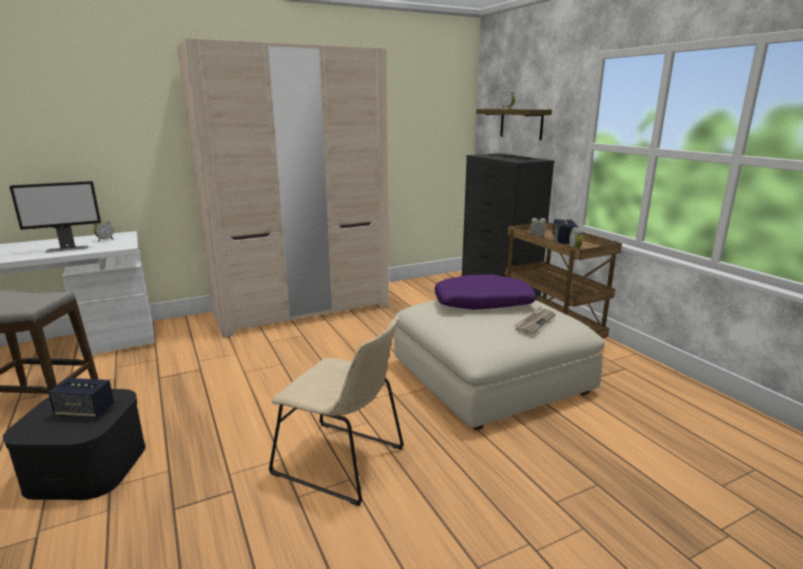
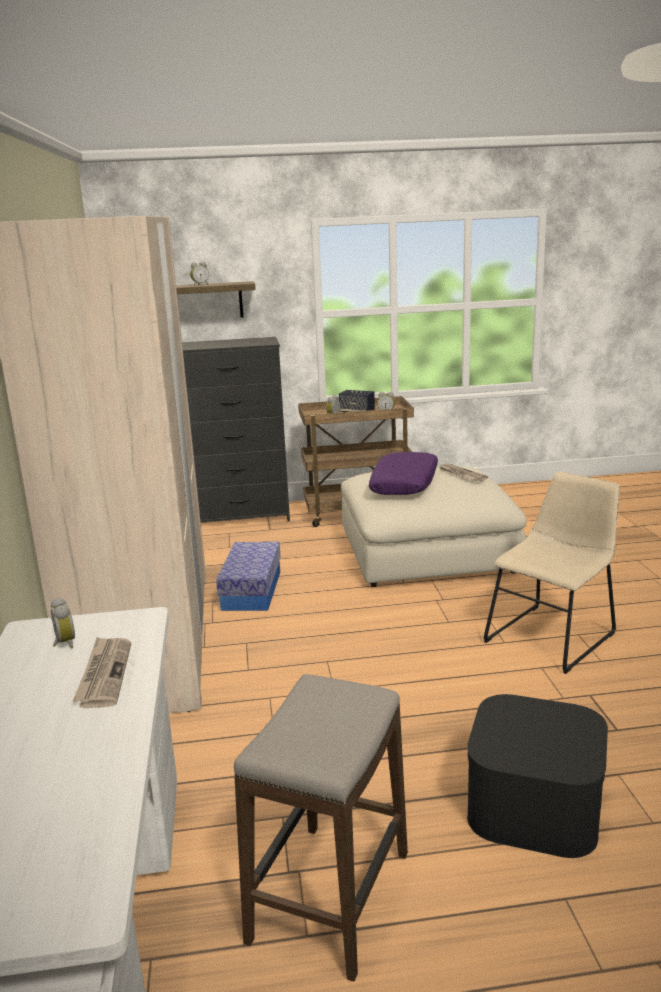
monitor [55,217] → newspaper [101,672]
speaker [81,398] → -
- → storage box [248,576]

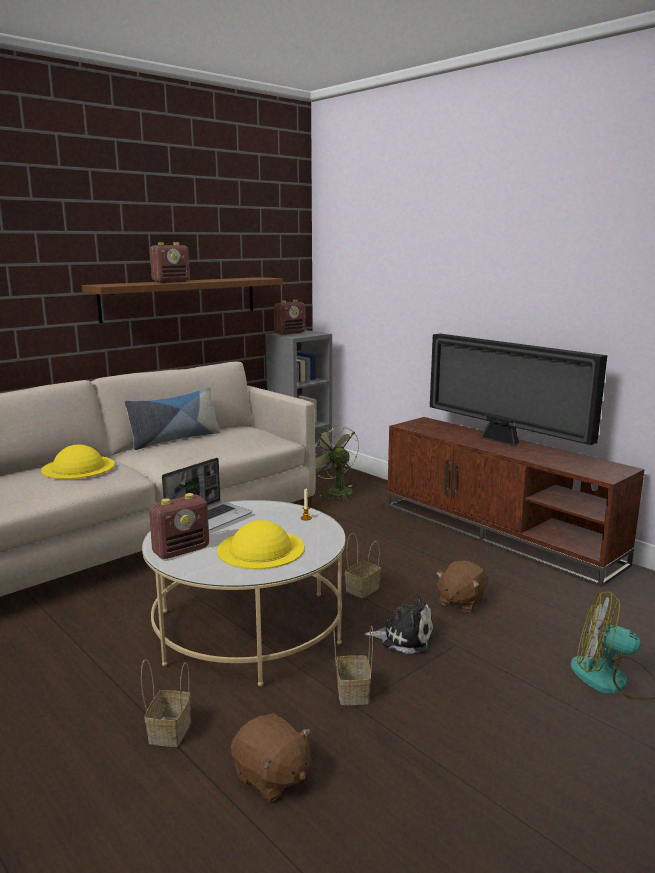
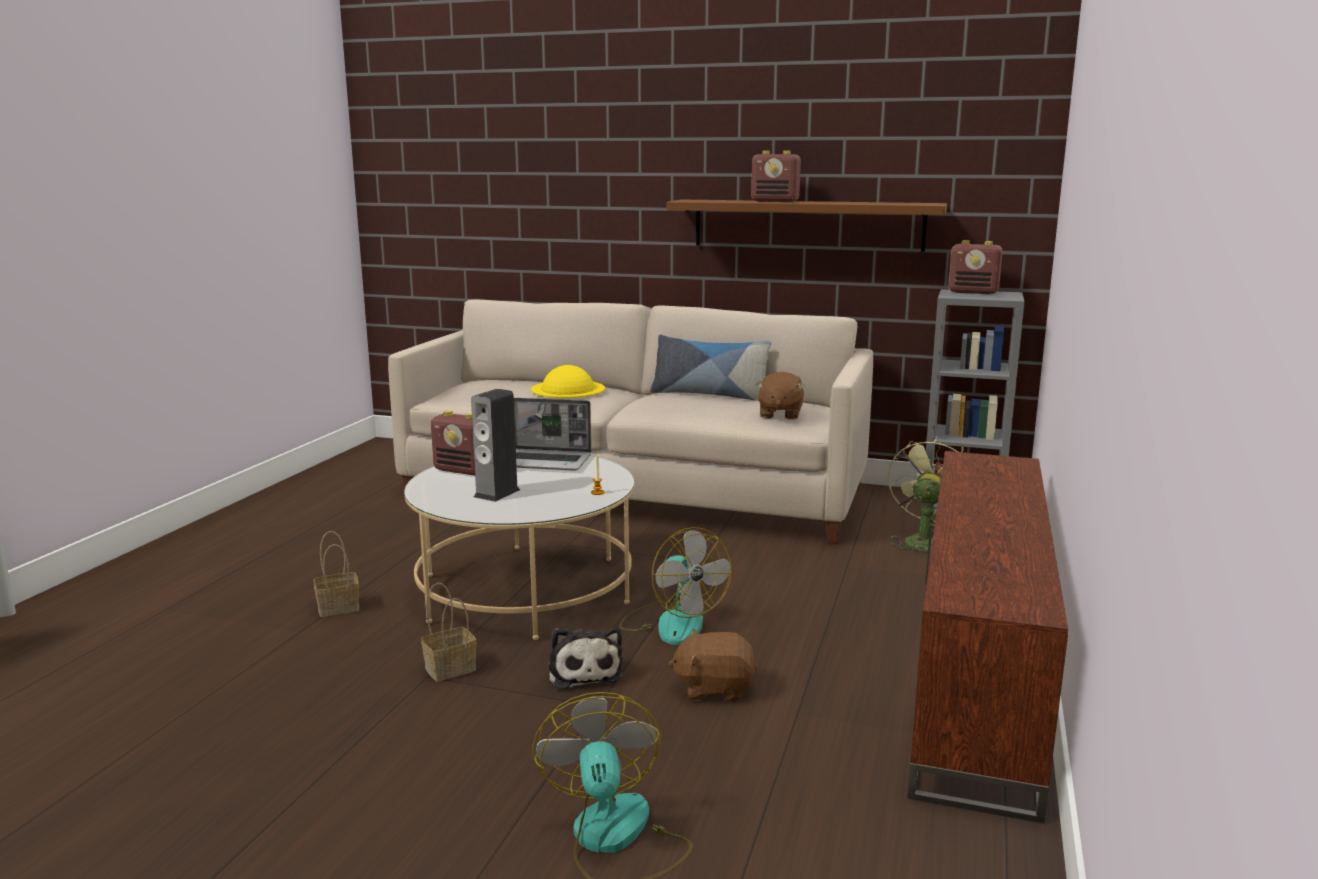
television [518,390] → -
hat (yellow) [260,544] → speaker [495,445]
basket [363,565] → fan [675,586]
plush toy (brown) [271,758] → plush toy (brown) [780,396], shifted

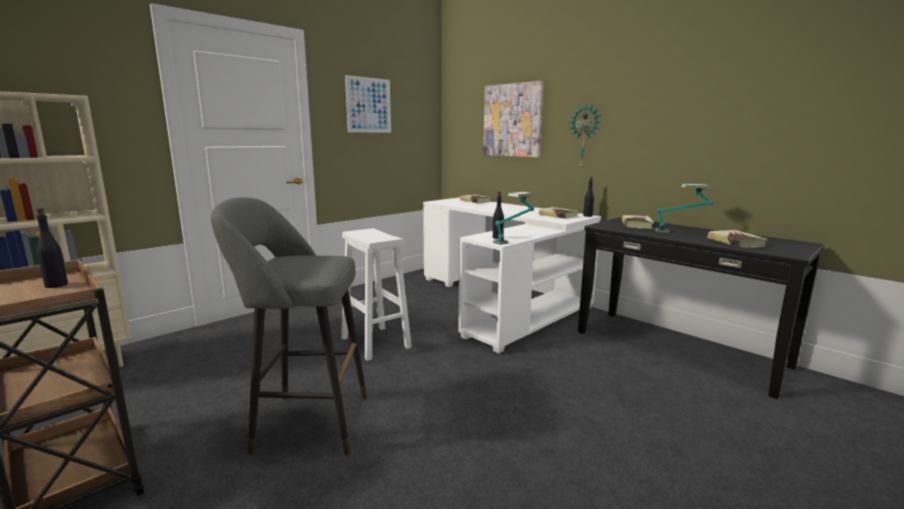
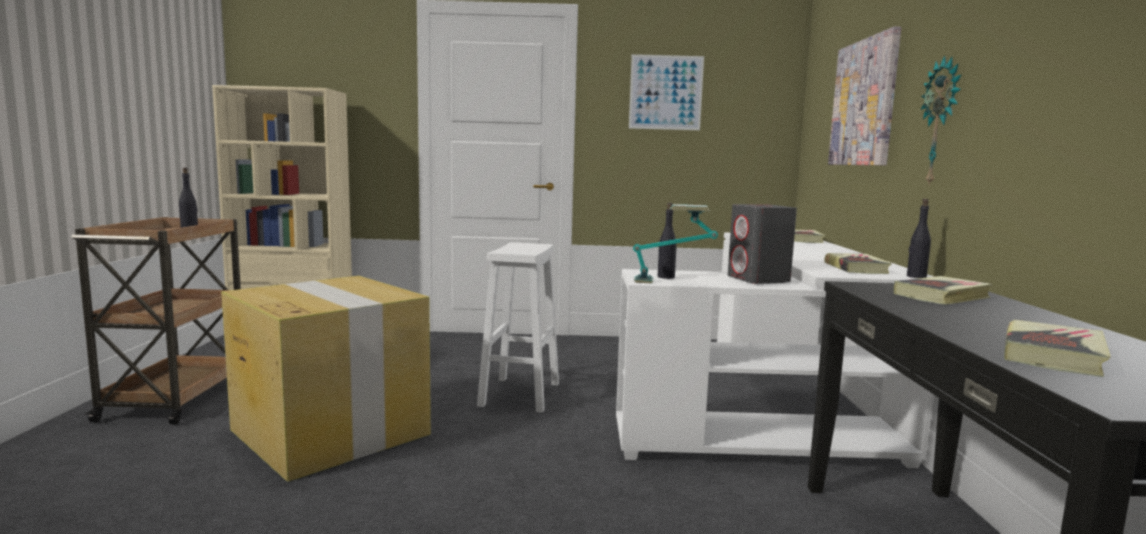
table lamp [684,208] → -
stool (grey) [289,326] → cardboard box [326,379]
- → speaker (grey) [762,244]

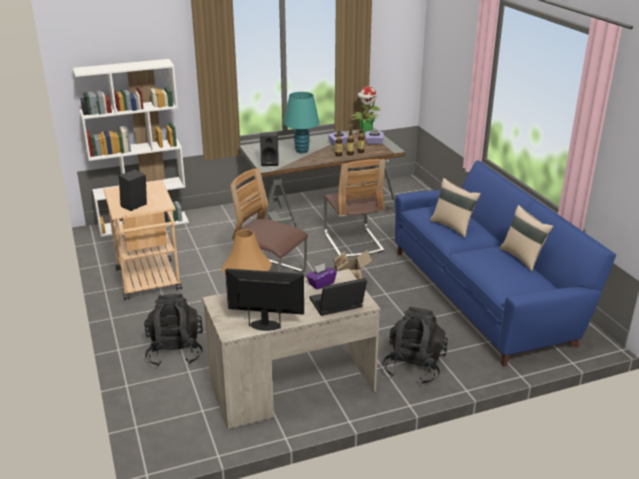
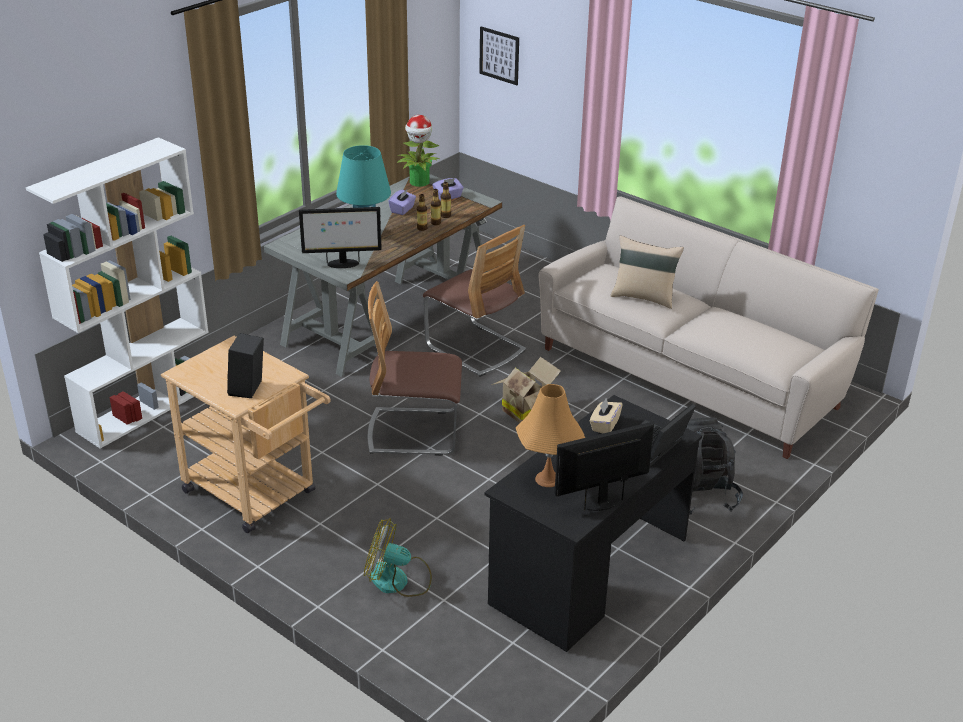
speaker (black) [269,149] → monitor [340,237]
sofa (blue) [505,263] → sofa (beige) [709,327]
pillow (beige) [527,238] → -
tissue box (purple) [321,276] → tissue box (beige) [606,415]
desk (beige) [291,349] → desk (black) [593,523]
backpack (black) [173,330] → fan [398,557]
- → picture [499,55]

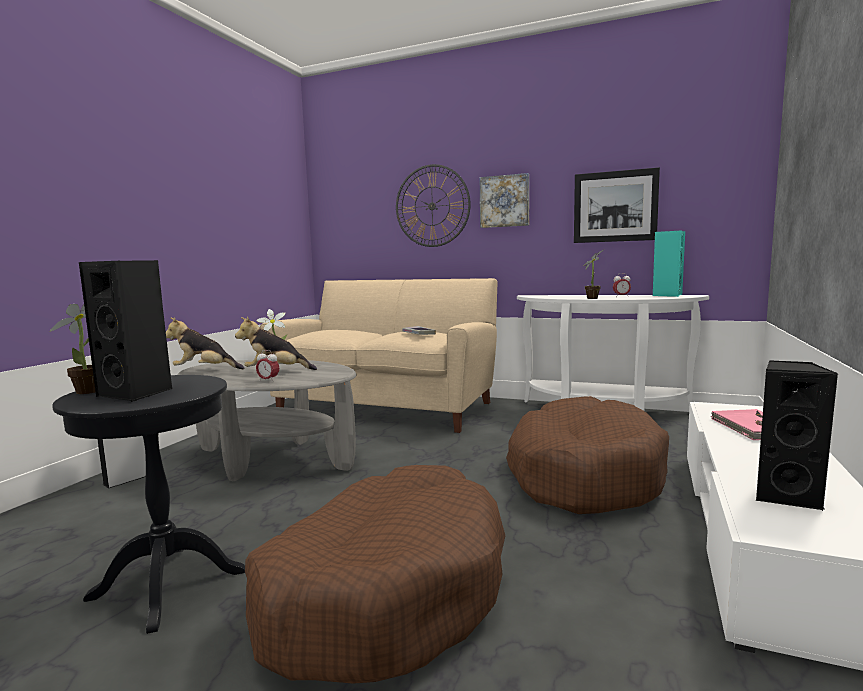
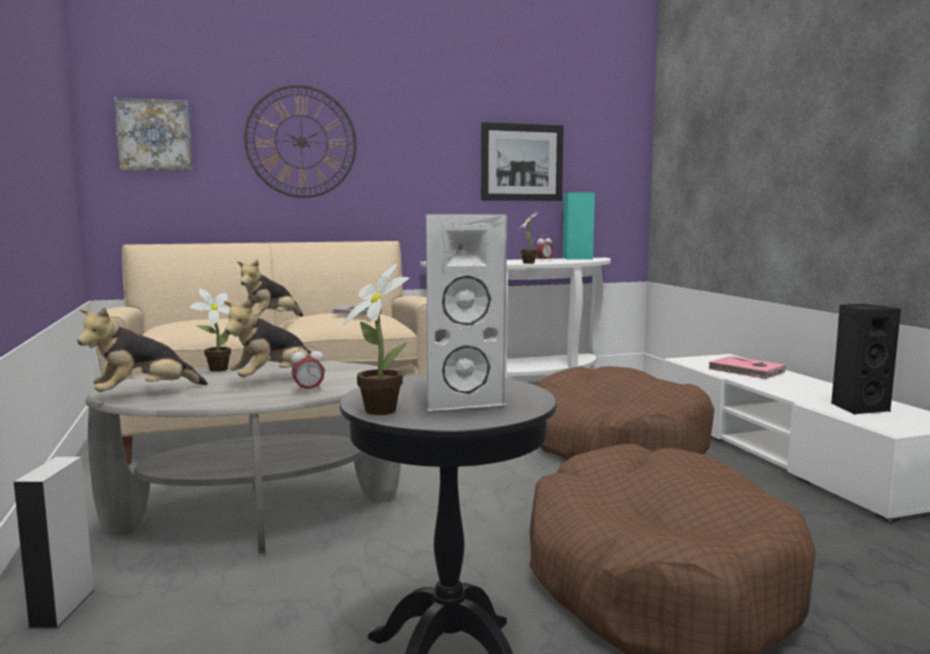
picture [504,200] → picture [153,134], shifted
speaker (black) [125,331] → speaker (white) [466,312]
- → plush toy [270,288]

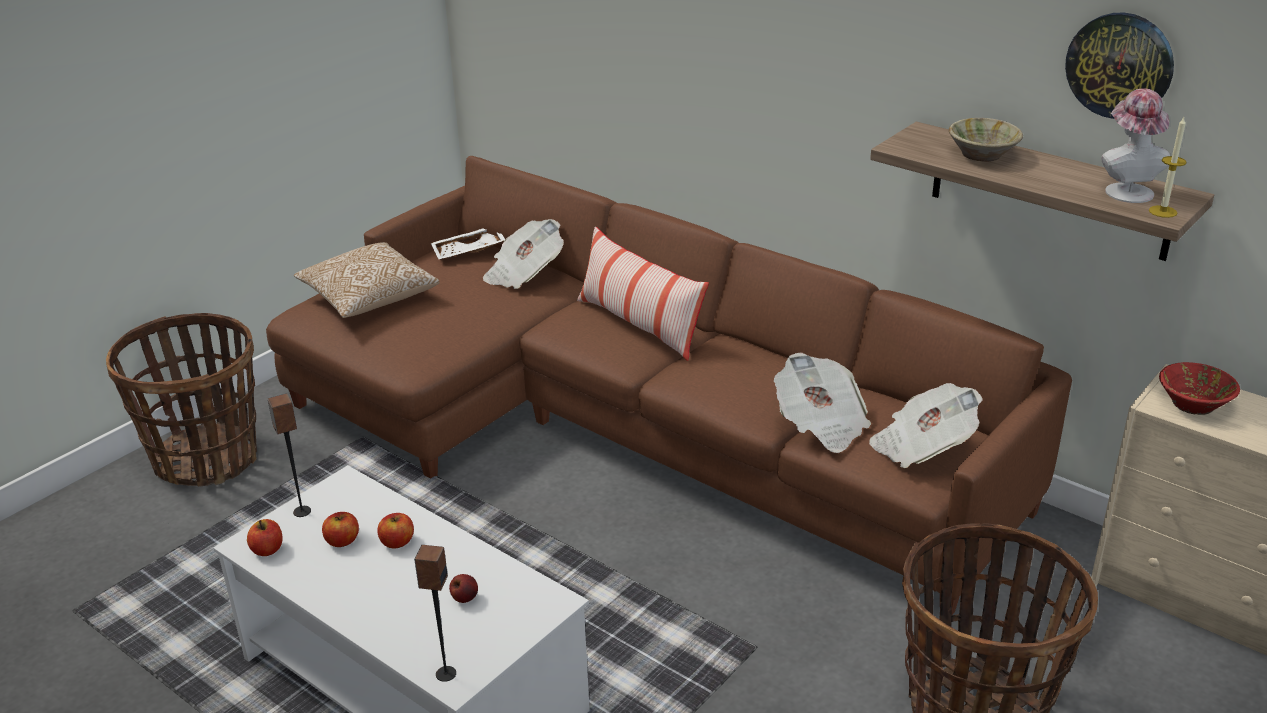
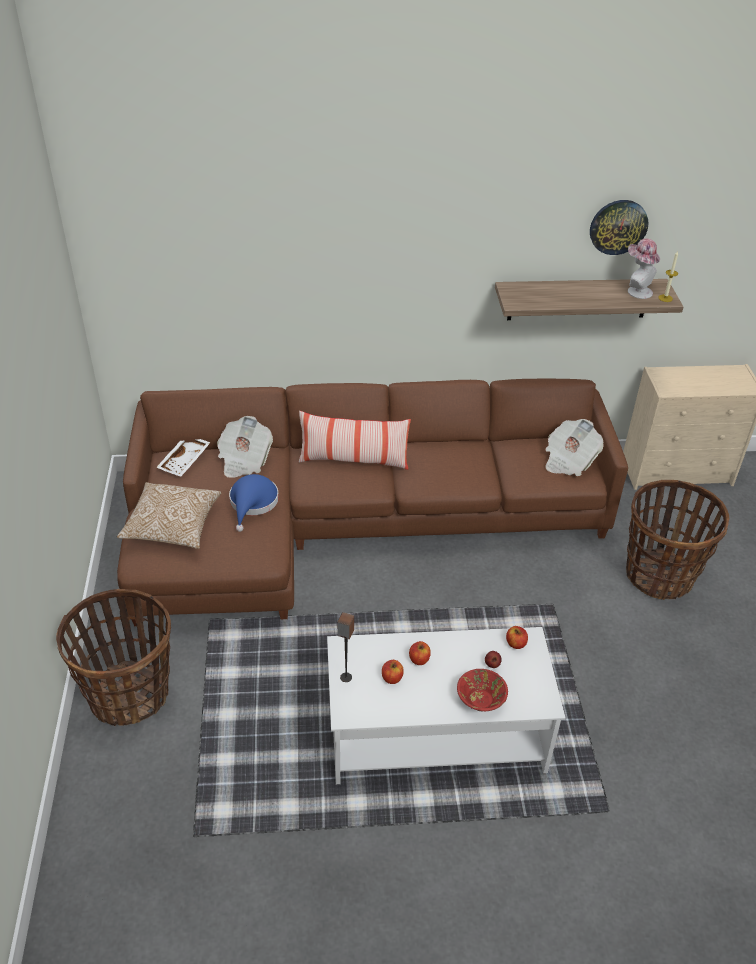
bowl (beige) [986,140] → -
newspaper [822,403] → -
bowl (red) [1199,388] → bowl (red) [482,690], shifted
apple [265,537] → apple [517,637], shifted
speaker [435,613] → -
- → hat (blue) [254,503]

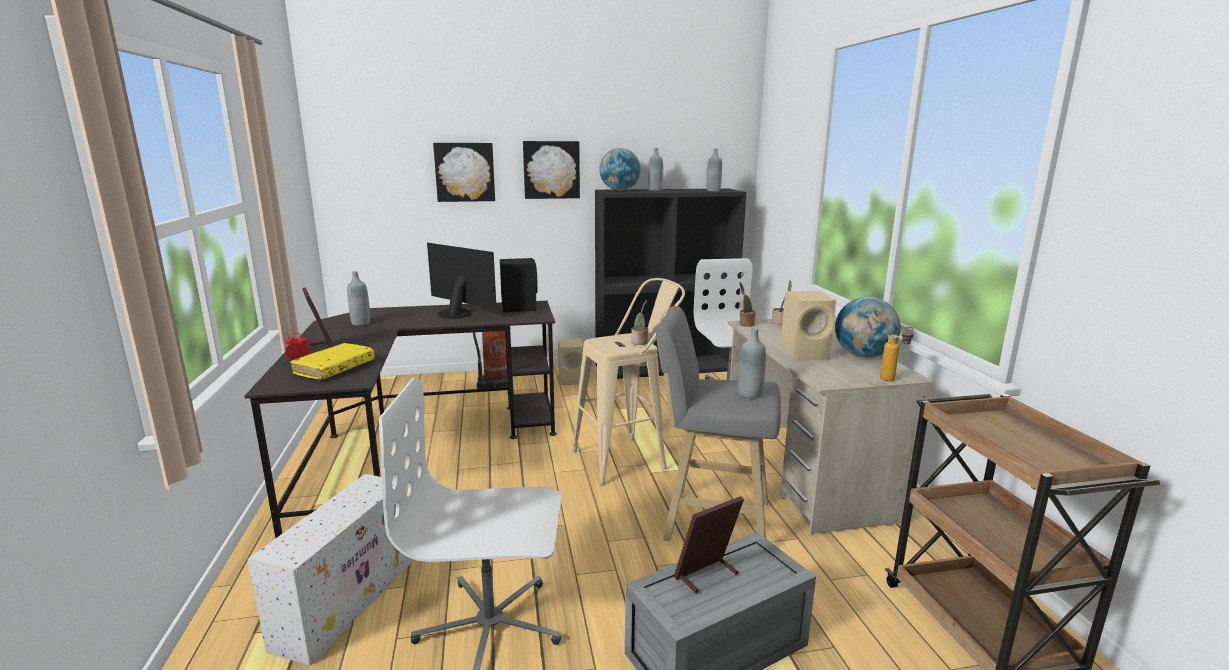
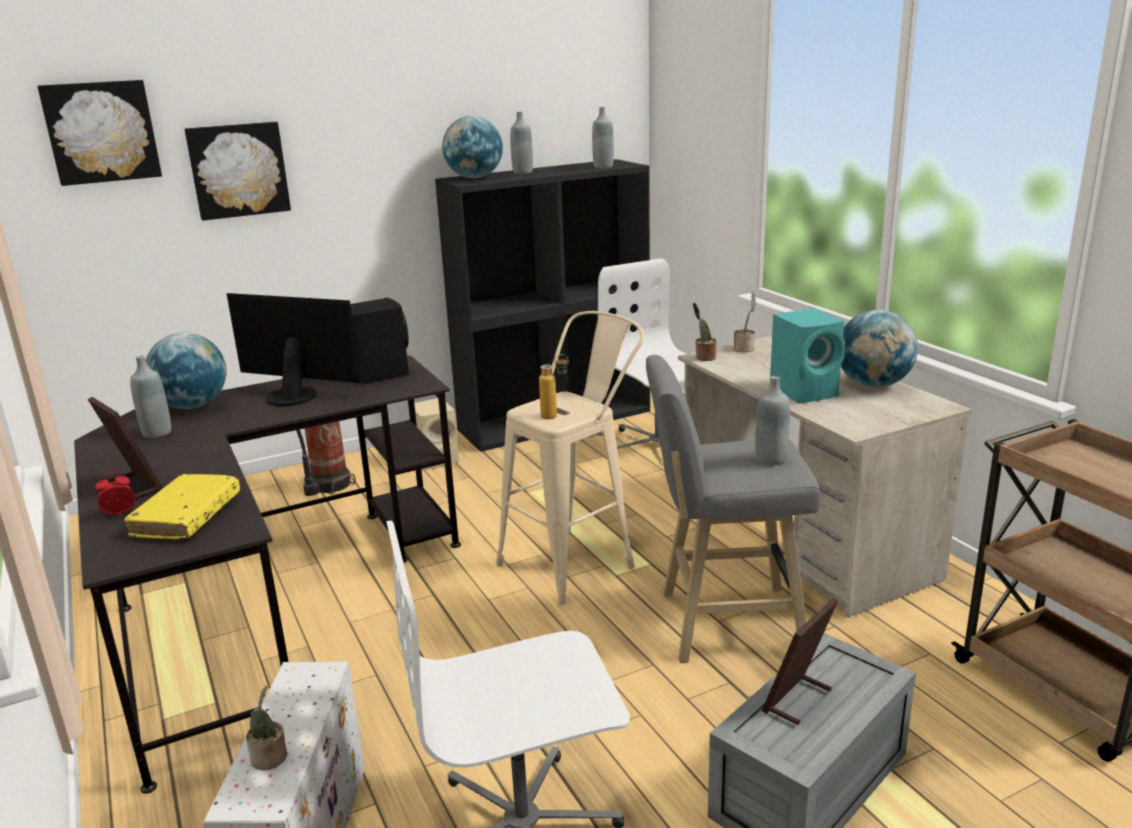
picture [551,170] → picture [100,133], shifted
speaker (beige) [808,325] → speaker (turquoise) [807,355]
potted plant [639,322] → potted plant [266,727], shifted
bottle [897,354] → bottle [554,386], shifted
- → globe [186,371]

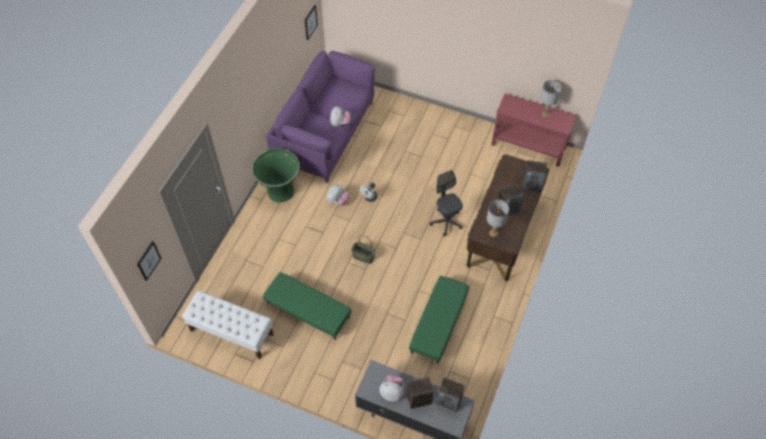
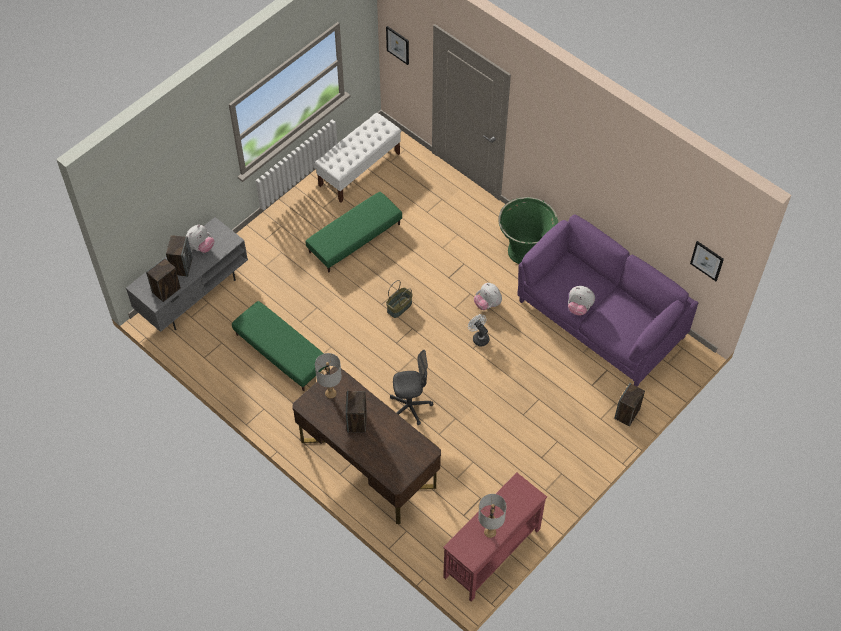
speaker [534,176] → speaker [629,404], shifted

